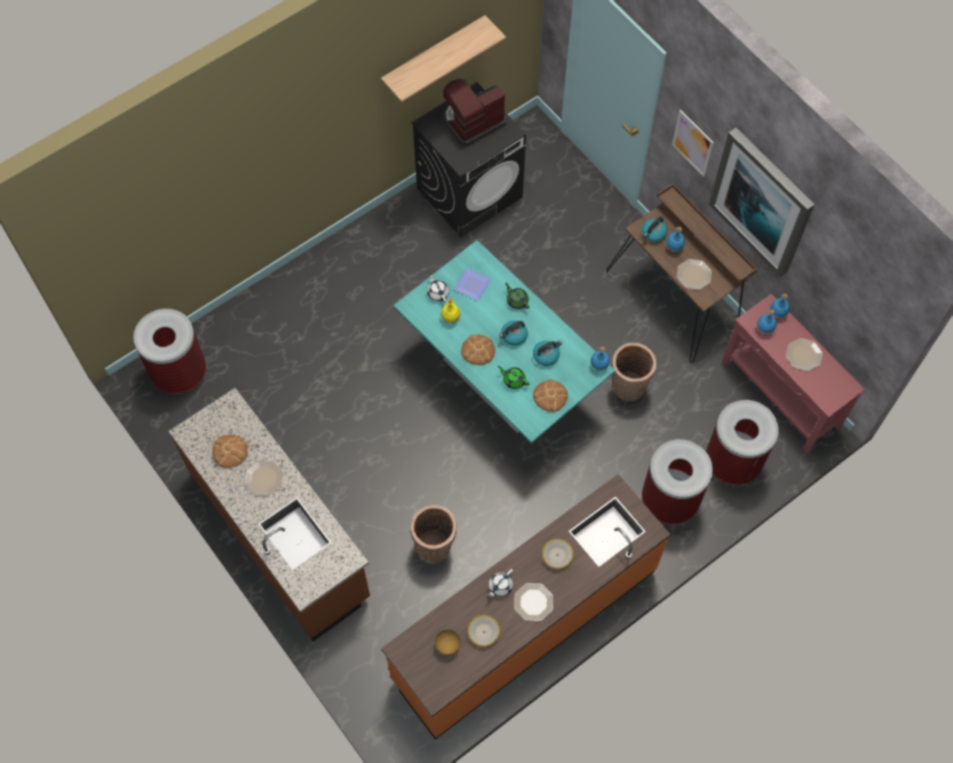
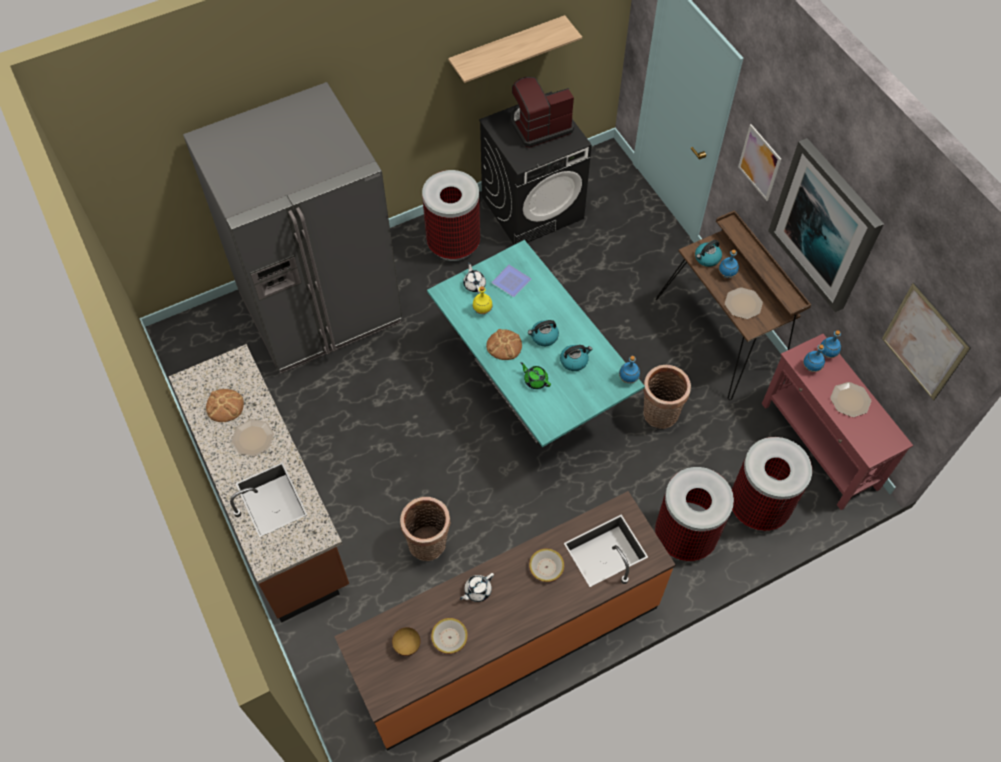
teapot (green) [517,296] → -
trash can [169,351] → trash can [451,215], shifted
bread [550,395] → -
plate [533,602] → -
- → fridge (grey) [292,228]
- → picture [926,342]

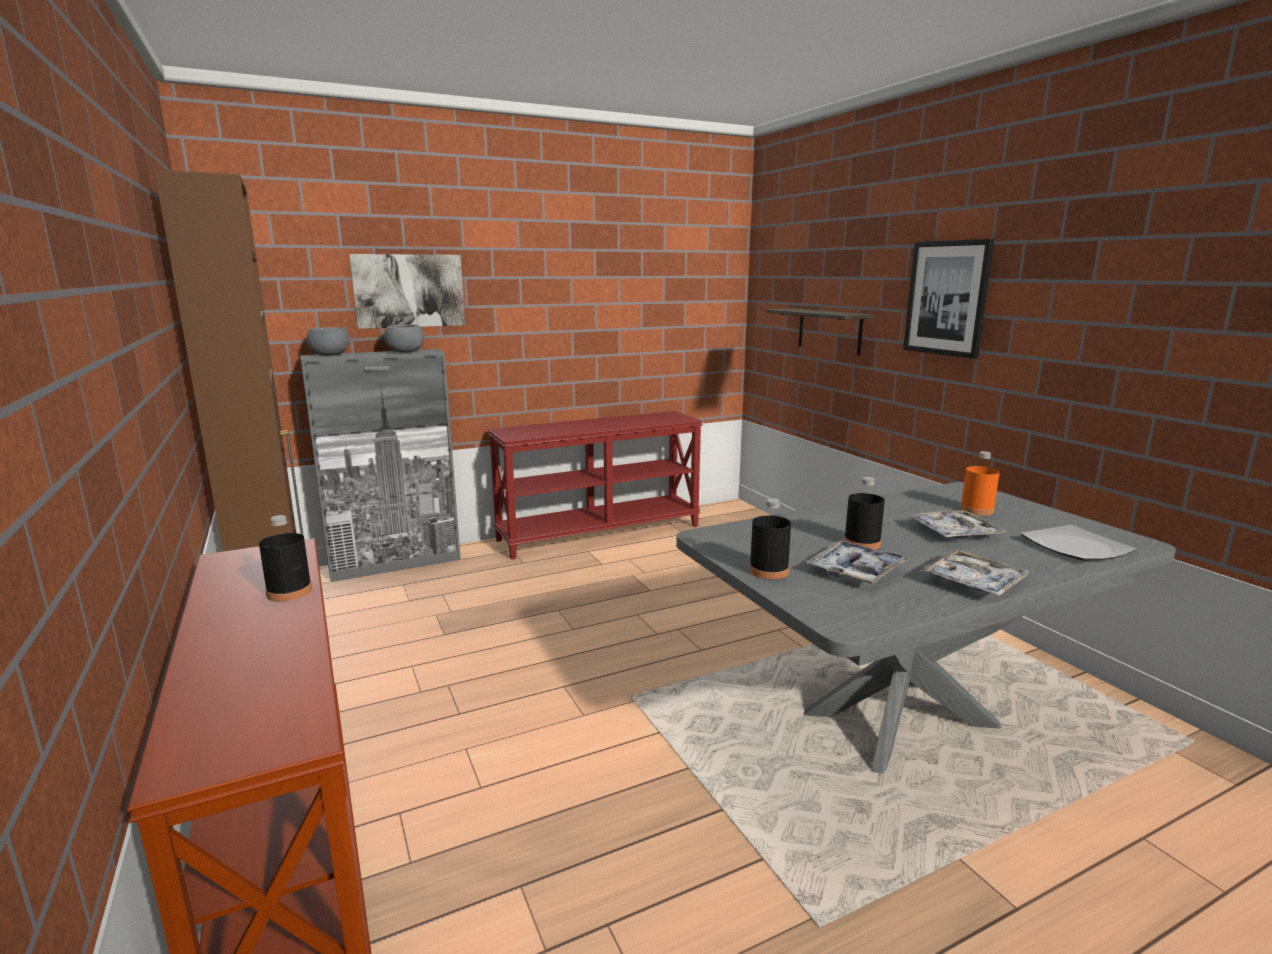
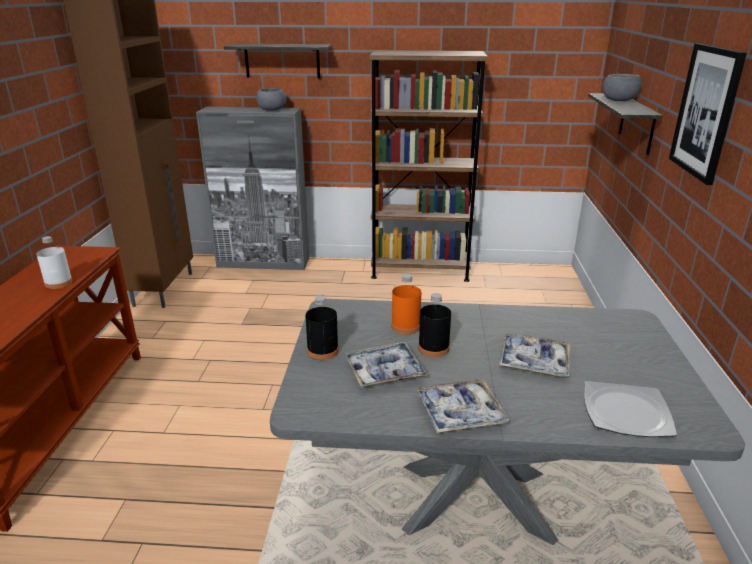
picture [407,291] → shelf [277,61]
bowl (grey) [328,341] → bowl (grey) [622,87], shifted
console table (red) [595,485] → bookcase (brown) [429,166]
bottle (orange) [980,483] → bottle (orange) [406,304], shifted
bottle (black) [285,558] → bottle (white) [54,262]

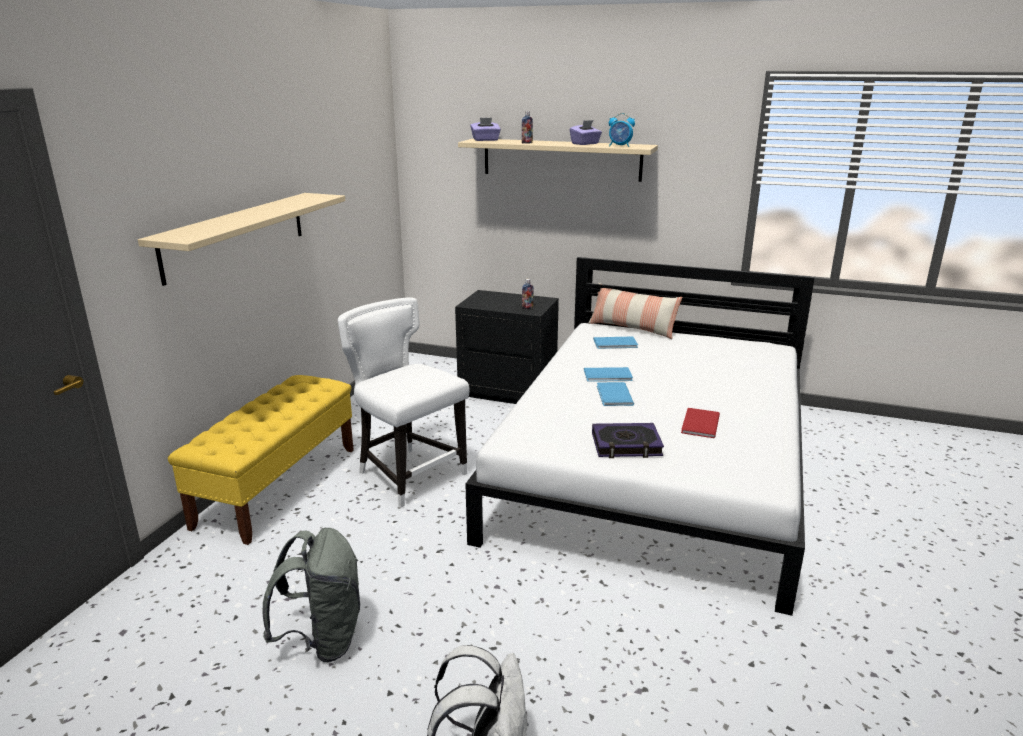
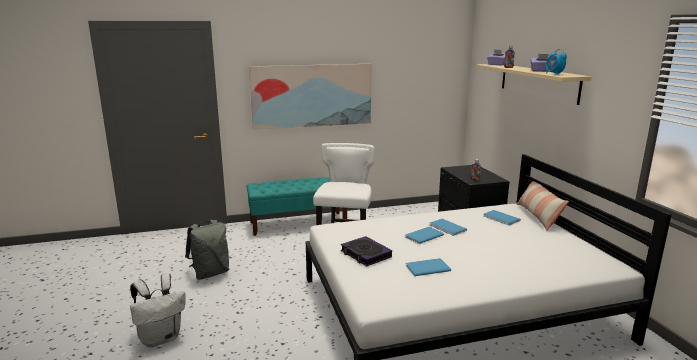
shelf (beige) [241,239] → picture [310,97]
bench (yellow) [261,460] → bench (turquoise) [296,206]
book (red) [700,423] → book (blue) [428,267]

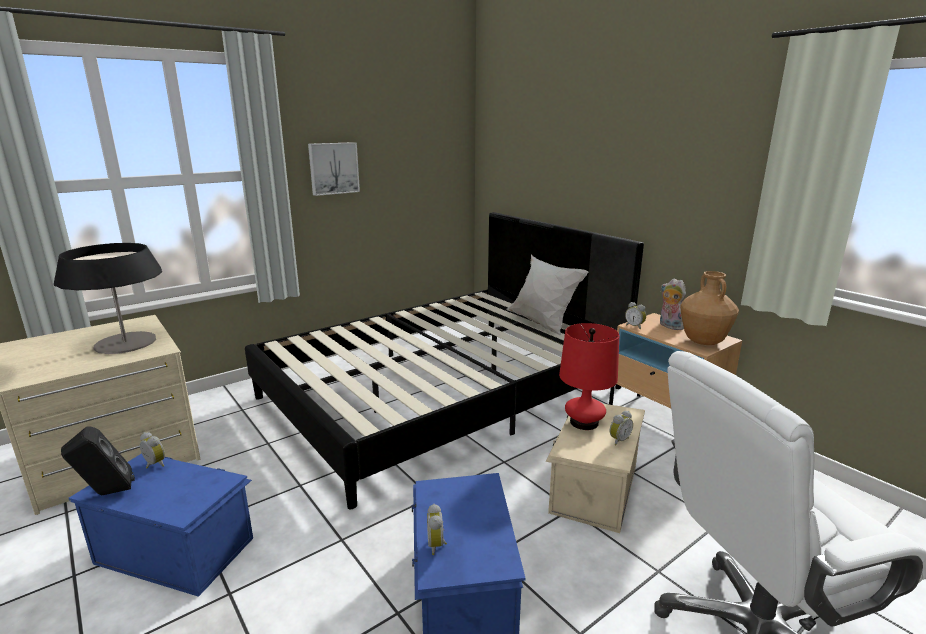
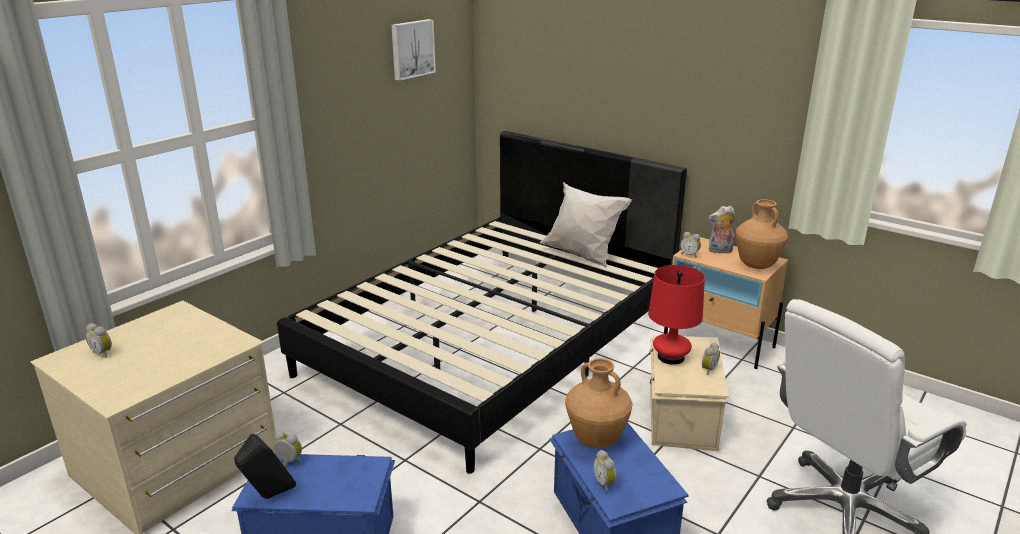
picture [334,169] → picture [413,50], shifted
table lamp [108,298] → -
plush toy [673,304] → plush toy [722,229], 45 degrees counterclockwise
- → alarm clock [99,340]
- → vase (brown) [599,403]

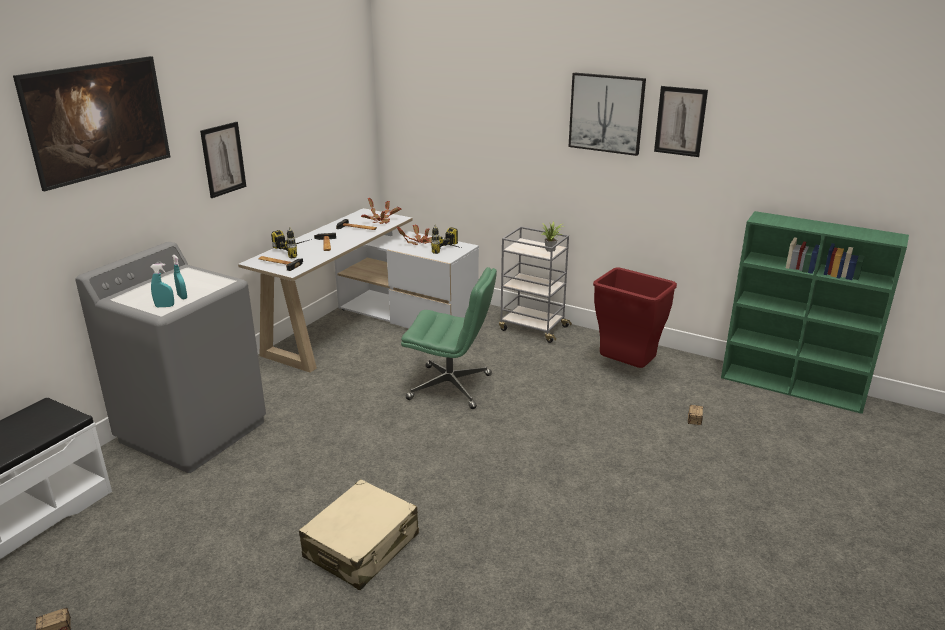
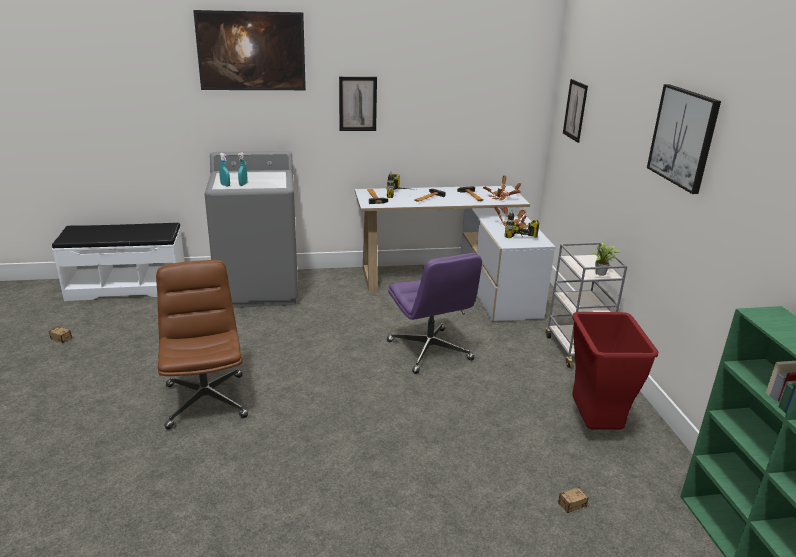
picture [681,121] → picture [575,111], shifted
office chair (green) [449,338] → office chair (purple) [434,313]
suitcase (beige) [359,534] → office chair (brown) [202,344]

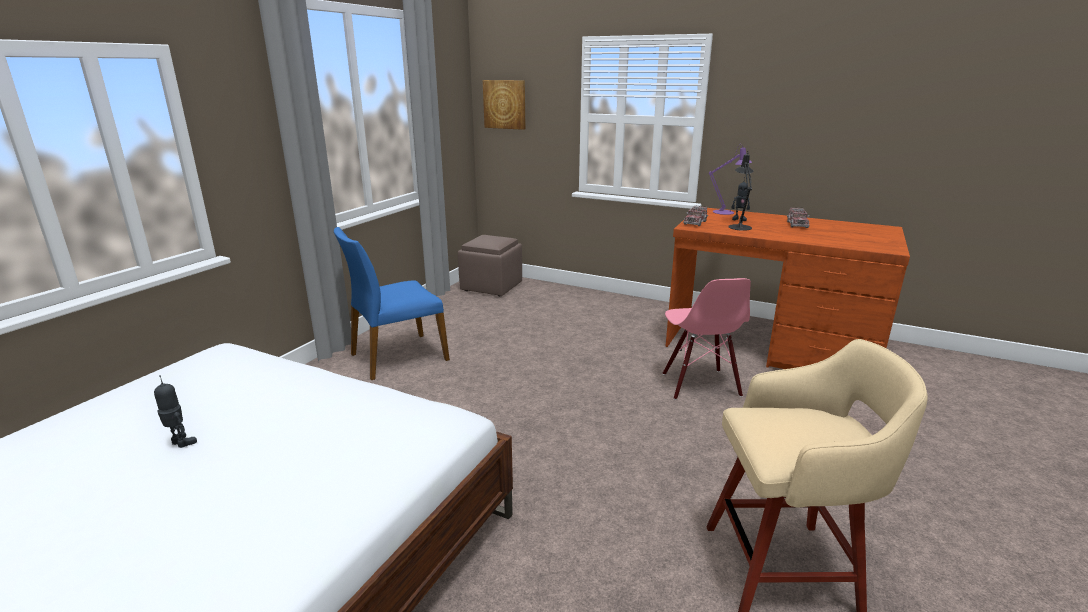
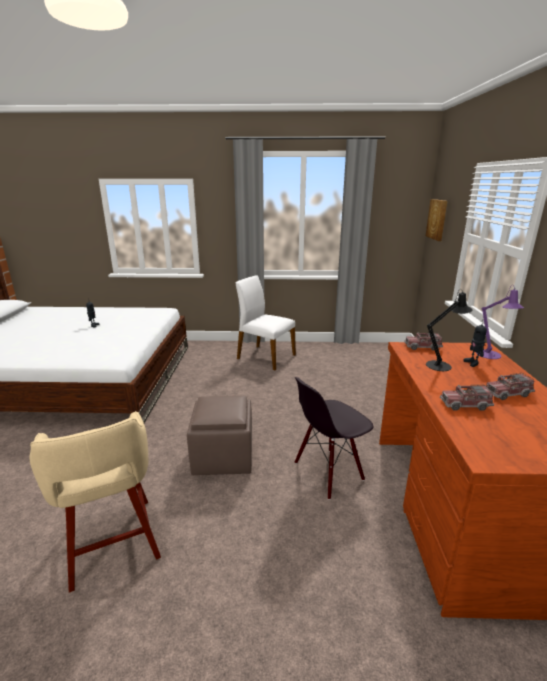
chair (blue) [392,303] → chair (white) [266,323]
ottoman (brown) [490,265] → ottoman (brown) [219,435], shifted
chair (pink) [707,339] → chair (black) [334,438]
- → toy truck [467,398]

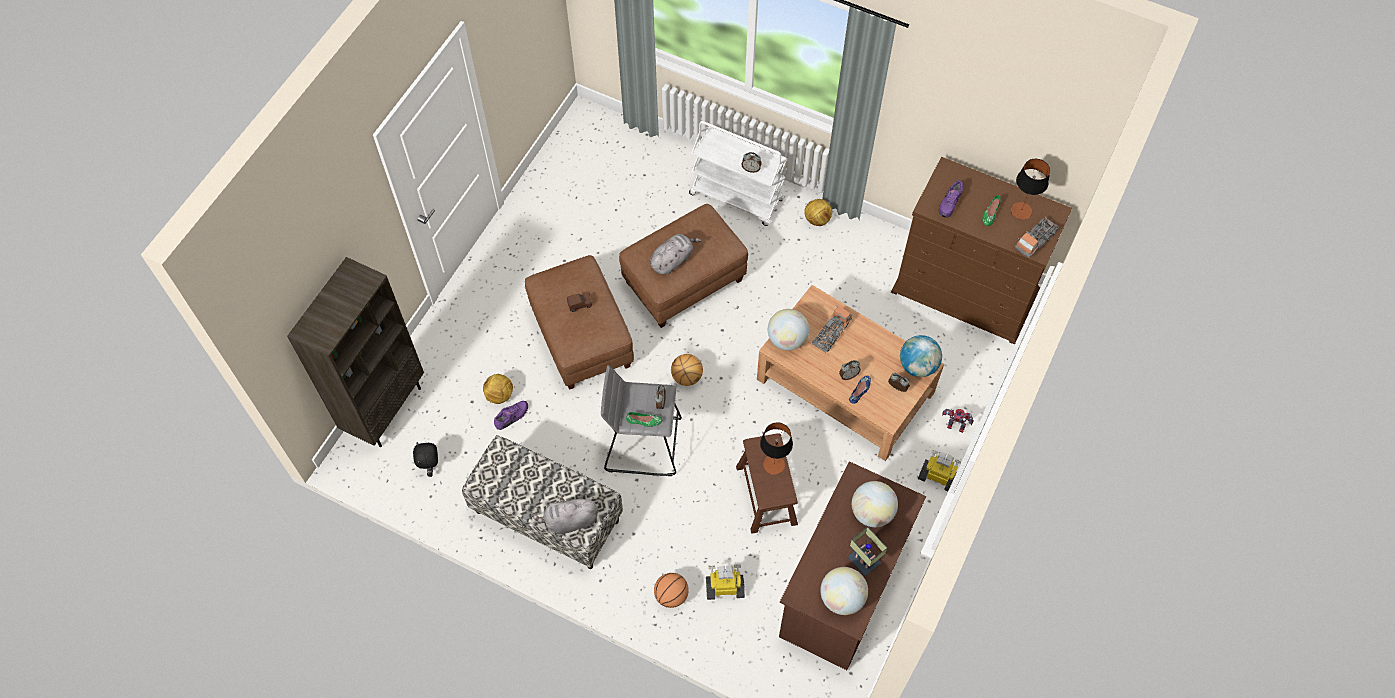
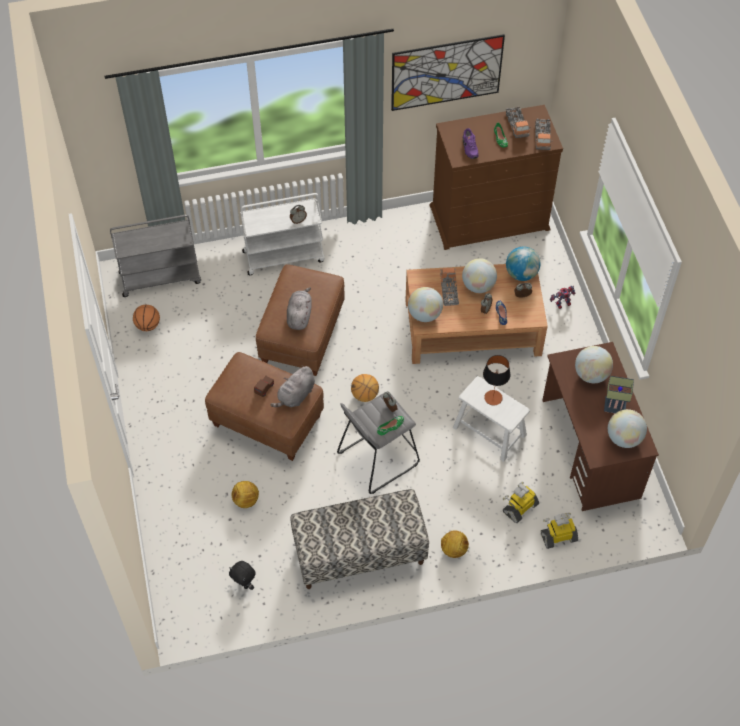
table lamp [1030,189] → toy truck [517,122]
football [818,212] → football [455,544], shifted
bookcase (brown) [355,352] → -
shoe (purple) [511,415] → -
stool (brown) [767,483] → stool (white) [491,419]
toy robot [940,470] → toy robot [559,531], shifted
plush toy (grey) [565,515] → plush toy (grey) [292,386], shifted
basketball [671,590] → basketball [146,318], shifted
- → picture [448,72]
- → cart (grey) [155,256]
- → globe [479,275]

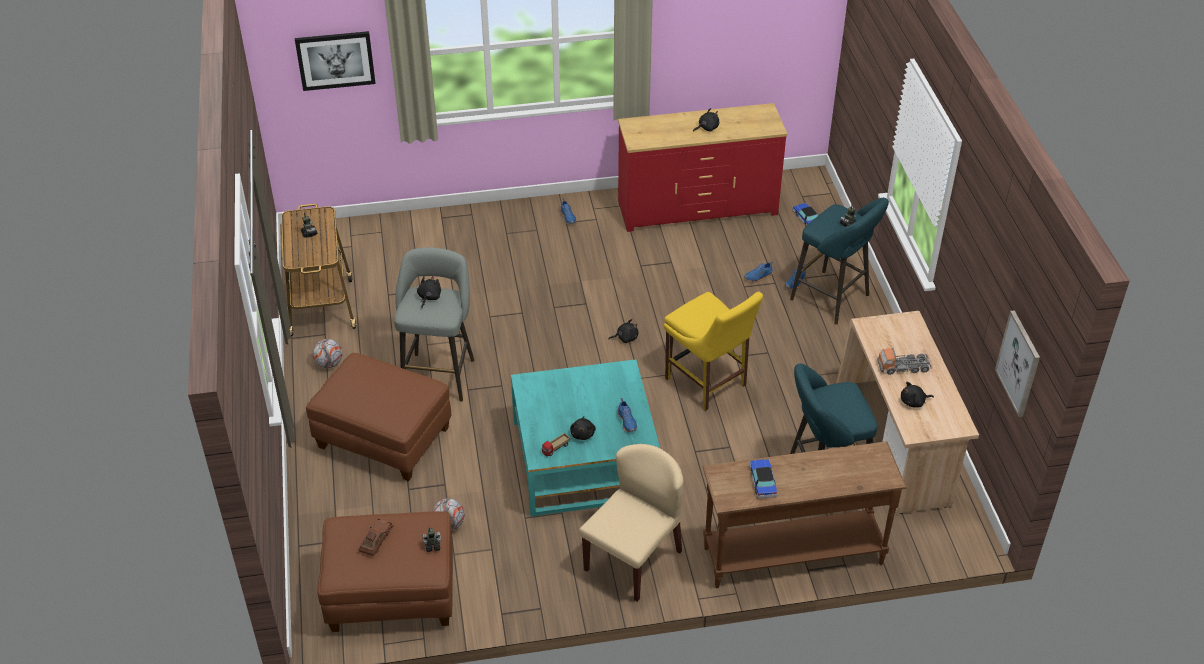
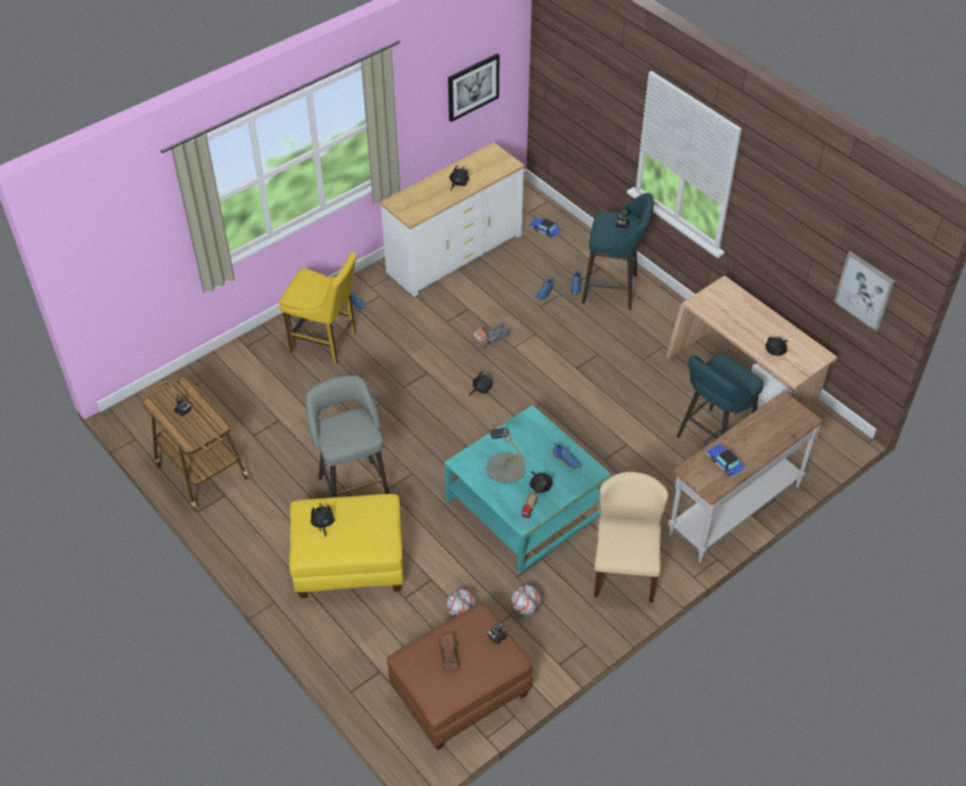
picture [335,61] → picture [474,87], shifted
dresser (red) [702,167] → dresser (white) [452,219]
plush toy (black) [429,292] → plush toy (black) [322,520], shifted
chair (yellow) [713,351] → chair (yellow) [318,308], shifted
football [327,353] → football [526,600], shifted
toy truck [904,361] → toy truck [491,336], shifted
ottoman (brown) [378,417] → ottoman (yellow) [346,546]
console table (brown) [804,514] → console table (white) [746,477]
- → table lamp (grey) [506,456]

